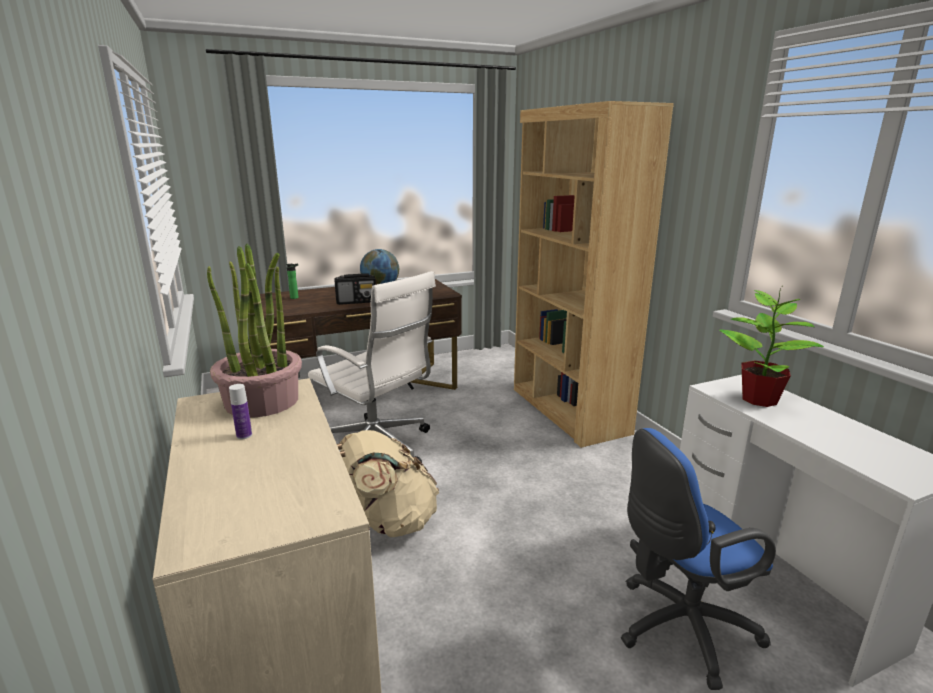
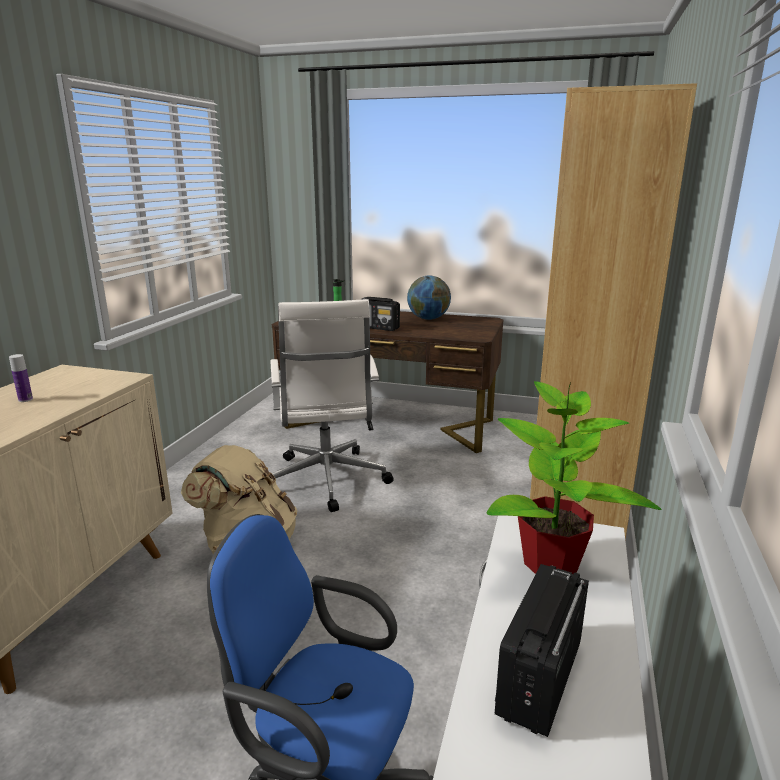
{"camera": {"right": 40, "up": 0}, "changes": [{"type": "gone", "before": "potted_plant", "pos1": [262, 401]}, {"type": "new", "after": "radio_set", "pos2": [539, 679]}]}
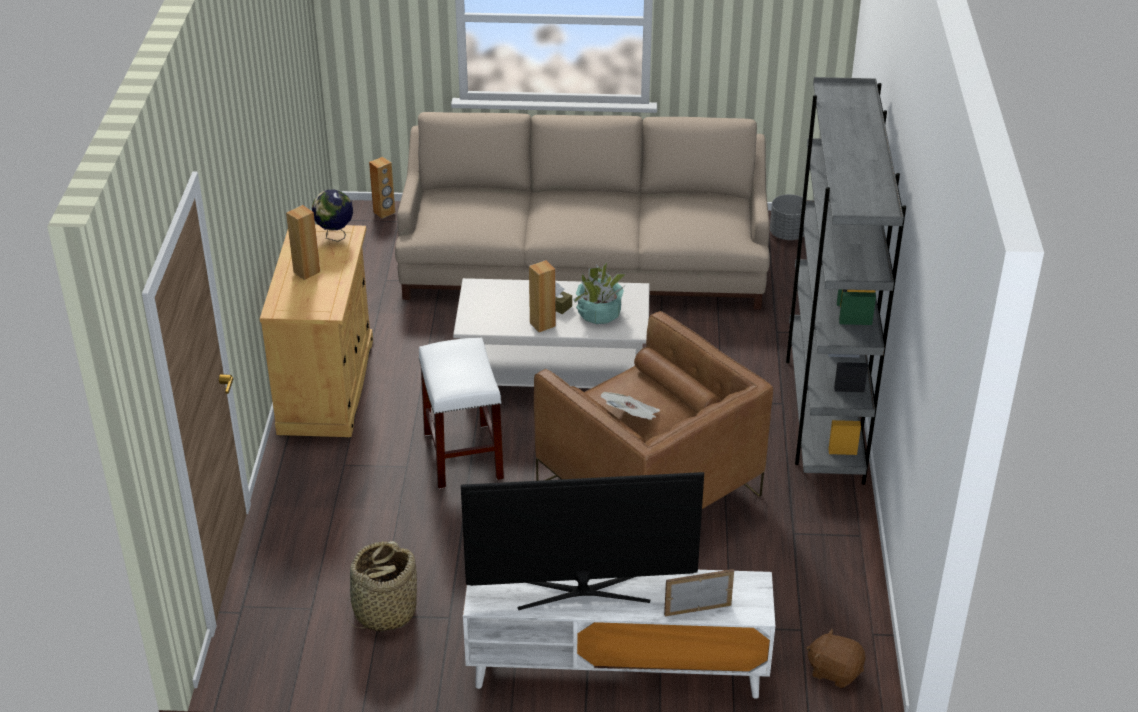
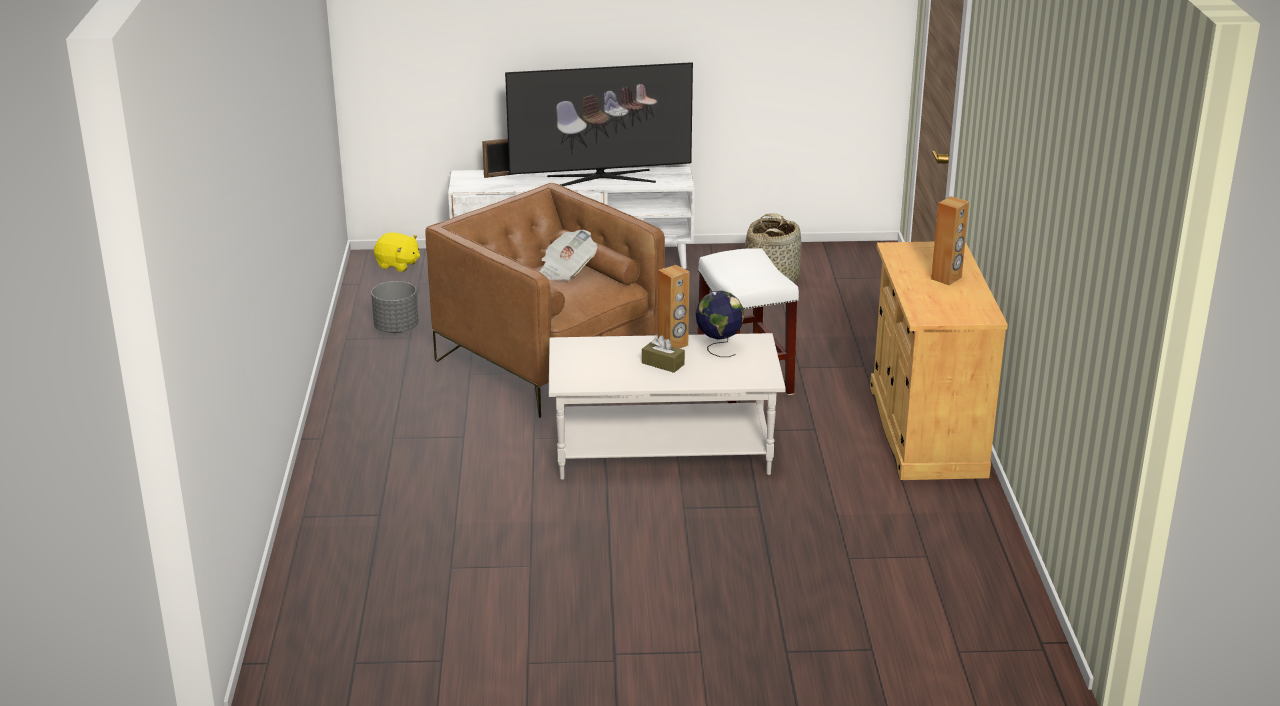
{"camera": {"right": 175, "up": -10}, "changes": [{"type": "gone", "before": "brown-coloured_loudspeaker", "pos1": [384, 212]}, {"type": "gone", "before": "beige_couch", "pos1": [584, 262]}, {"type": "gone", "before": "potted_plant", "pos1": [599, 313]}, {"type": "gone", "before": "gray_bookshelf", "pos1": [823, 412]}, {"type": "shifted", "before": "world_globe", "pos1": [335, 236], "pos2": [719, 348]}, {"type": "shifted", "before": "gray_plant_pot", "pos1": [788, 234], "pos2": [396, 328]}, {"type": "repainted", "before": "brown-coloured_cuddly_toy", "after": "yellow-coloured_cuddly_toy", "pos1": [834, 671], "pos2": [398, 265]}]}
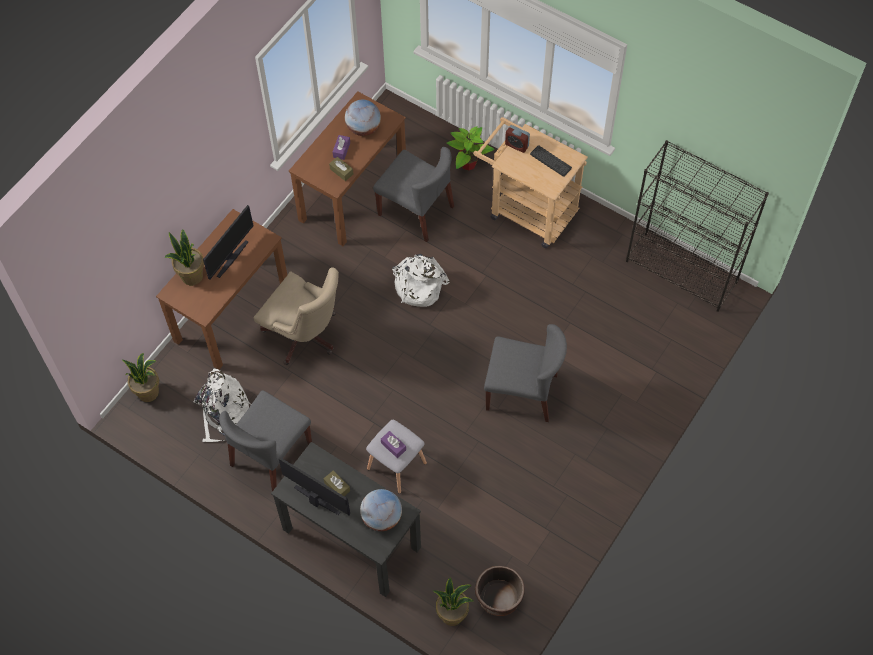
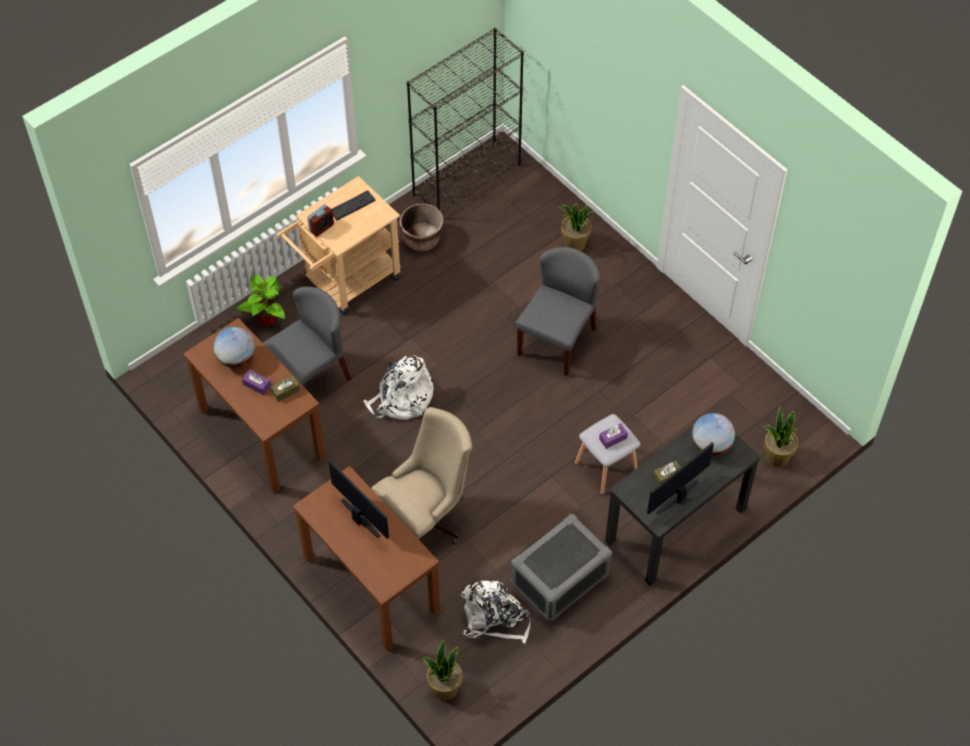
{"camera": {"right": -75, "up": -5}, "changes": [{"type": "shifted", "before": "potted_plant", "pos1": [191, 276], "pos2": [574, 244]}, {"type": "shifted", "before": "brown-coloured_plant_pot", "pos1": [499, 598], "pos2": [422, 239]}, {"type": "swapped", "before": "gray_upright_chair", "after": "gray_storage_box", "pos1": [271, 454], "pos2": [560, 580]}]}
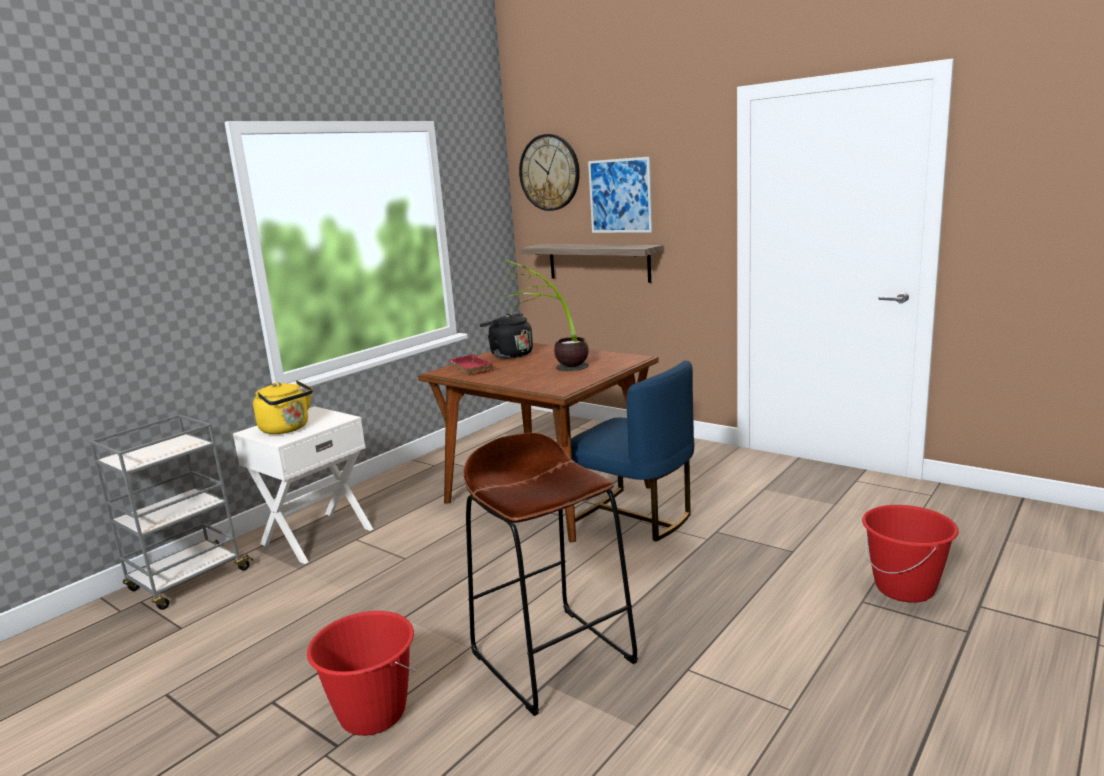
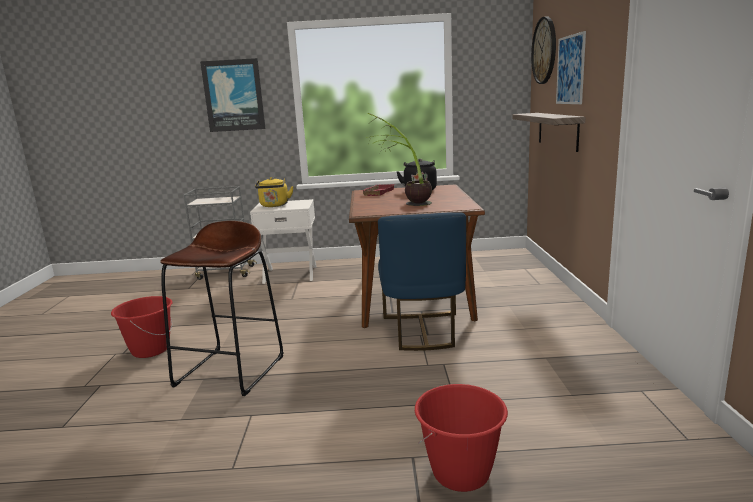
{"camera": {"right": 50, "up": 0}, "changes": [{"type": "new", "after": "picture", "pos2": [234, 95]}]}
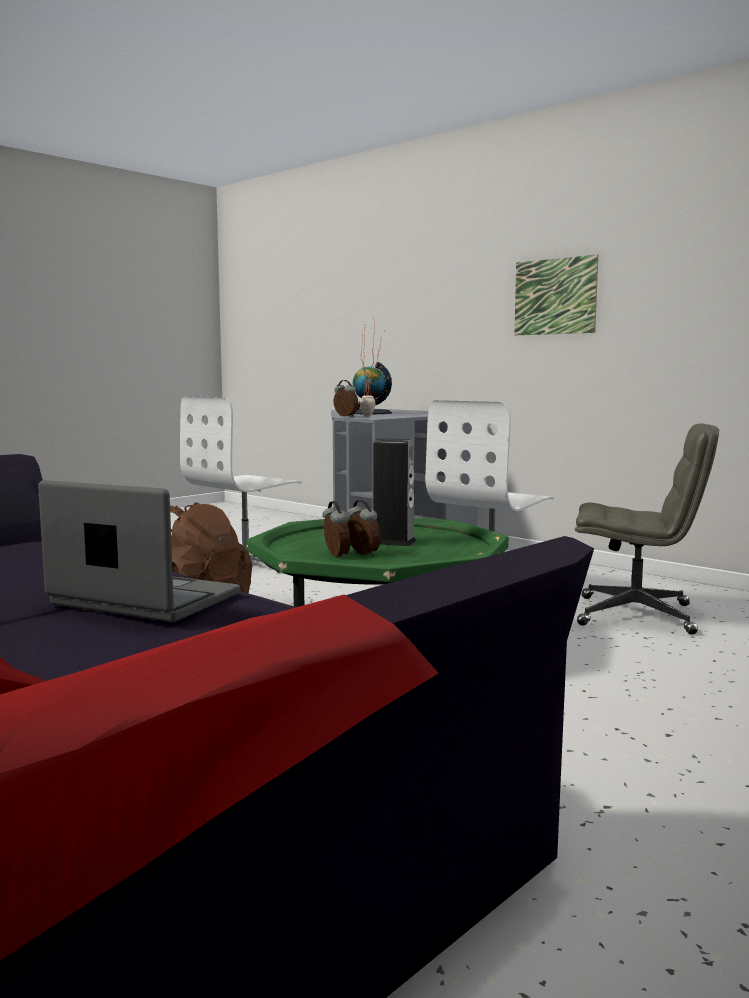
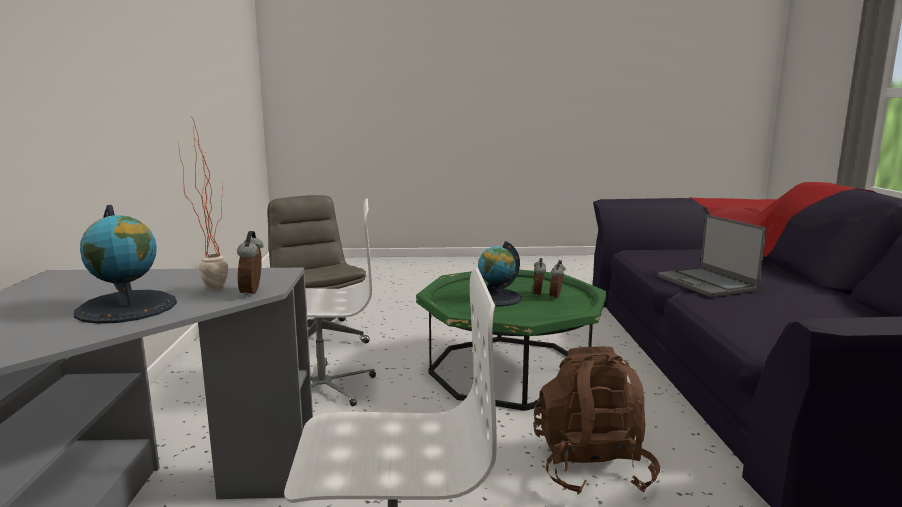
{"camera": {"right": -135, "up": 5}, "changes": [{"type": "gone", "before": "picture", "pos1": [555, 296]}, {"type": "swapped", "before": "loudspeaker", "after": "world_globe", "pos1": [393, 542], "pos2": [496, 298]}]}
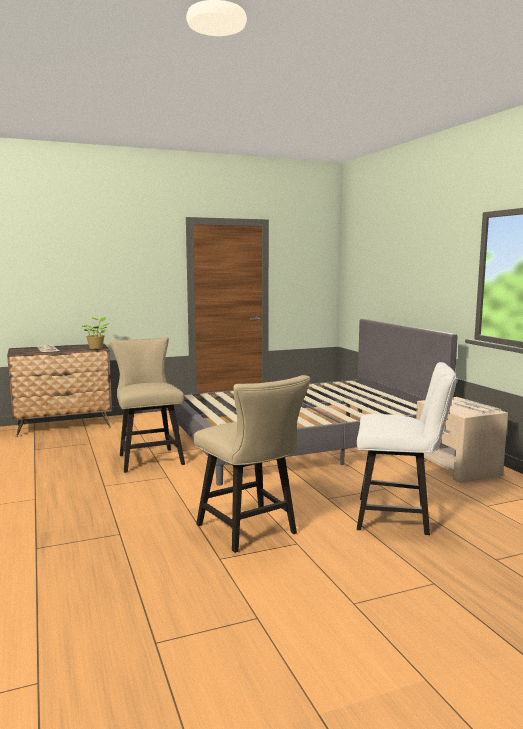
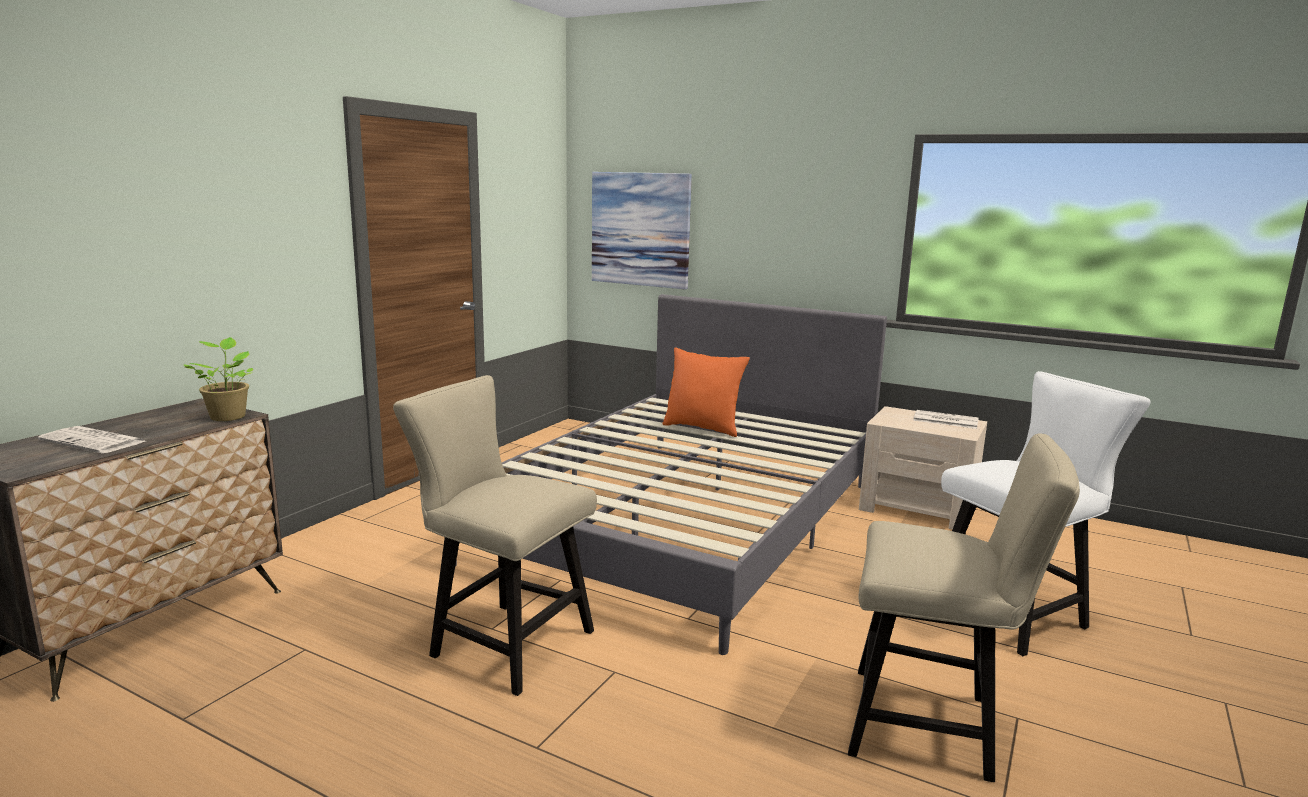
{"camera": {"right": -40, "up": 5}, "changes": [{"type": "new", "after": "picture", "pos2": [640, 229]}, {"type": "new", "after": "orange-coloured_throw_pillow", "pos2": [703, 428]}]}
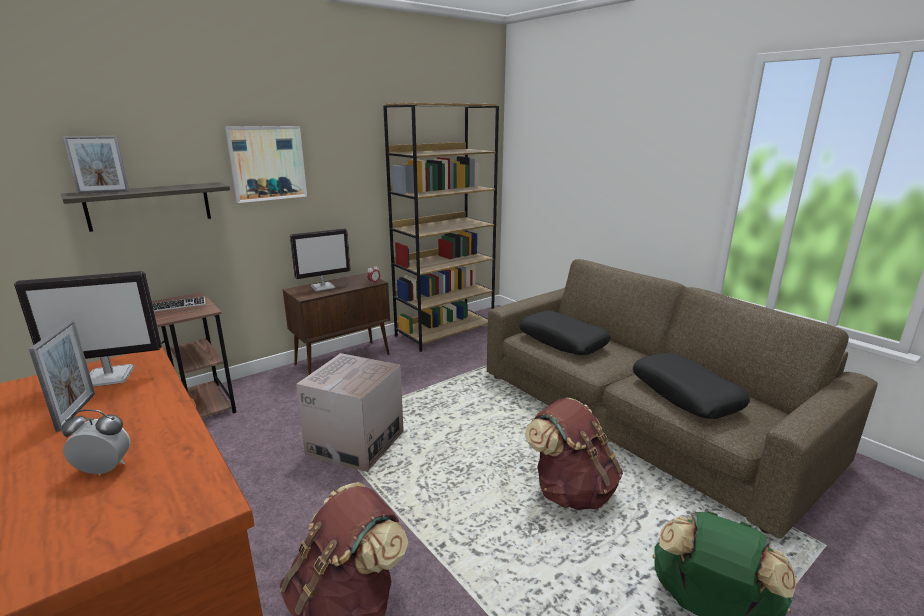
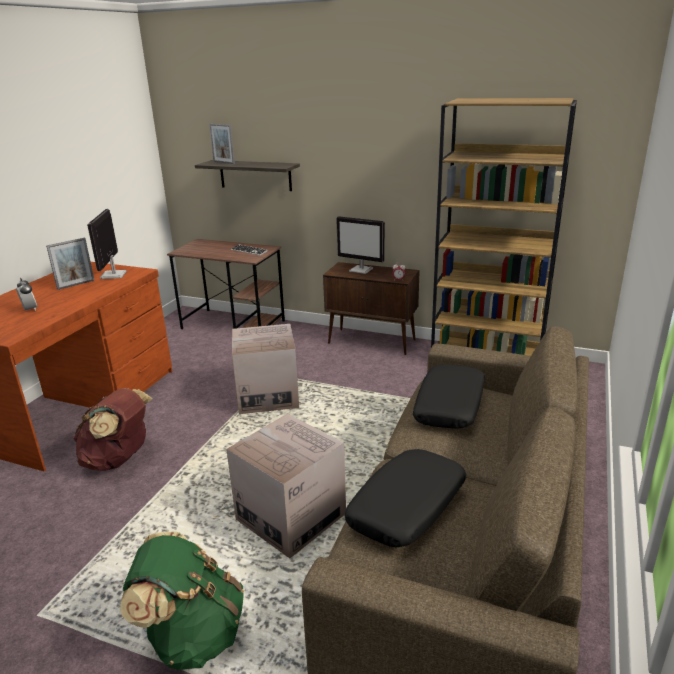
{"camera": {"right": 60, "up": 5}, "changes": [{"type": "gone", "before": "picture", "pos1": [267, 163]}, {"type": "swapped", "before": "brown-coloured_rucksack", "after": "carton", "pos1": [571, 491], "pos2": [291, 516]}, {"type": "rotated", "before": "computer_screen", "pos1": [110, 376], "pos2": [113, 275], "turn": 45}]}
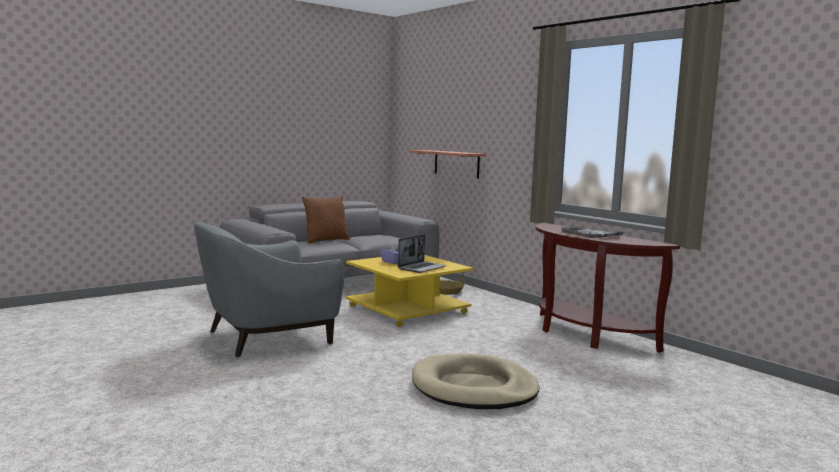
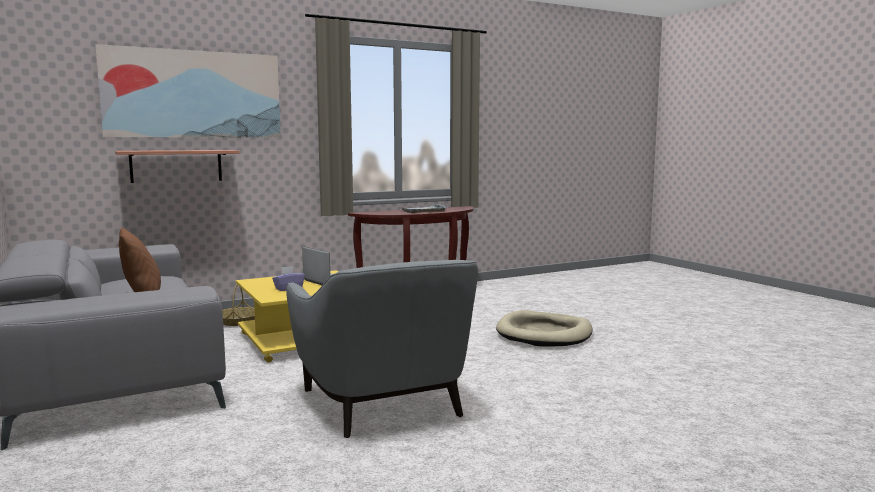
{"camera": {"right": -80, "up": 0}, "changes": [{"type": "new", "after": "picture", "pos2": [194, 94]}]}
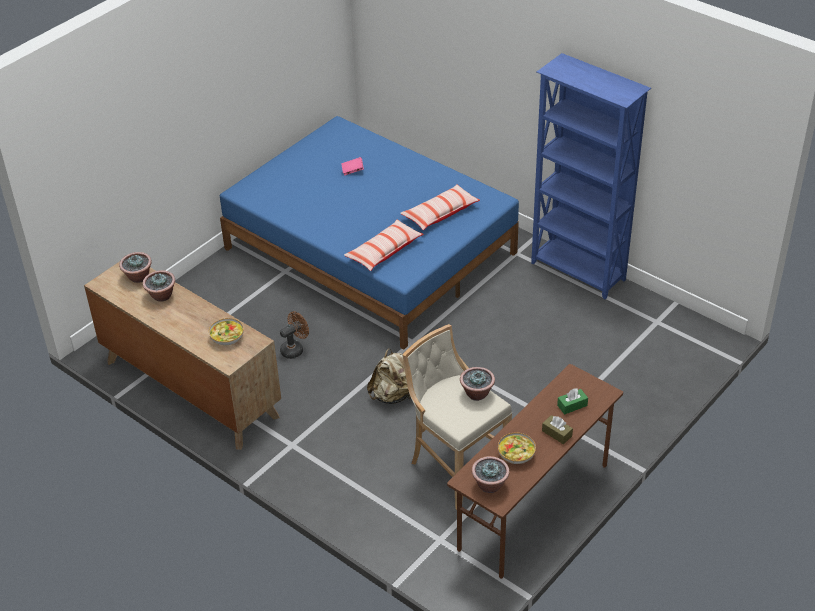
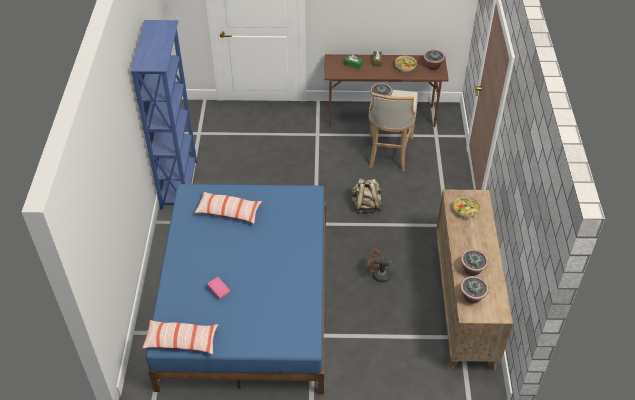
{"camera": {"right": -130, "up": 5}, "changes": [{"type": "shifted", "before": "throw_pillow", "pos1": [384, 251], "pos2": [181, 341]}]}
